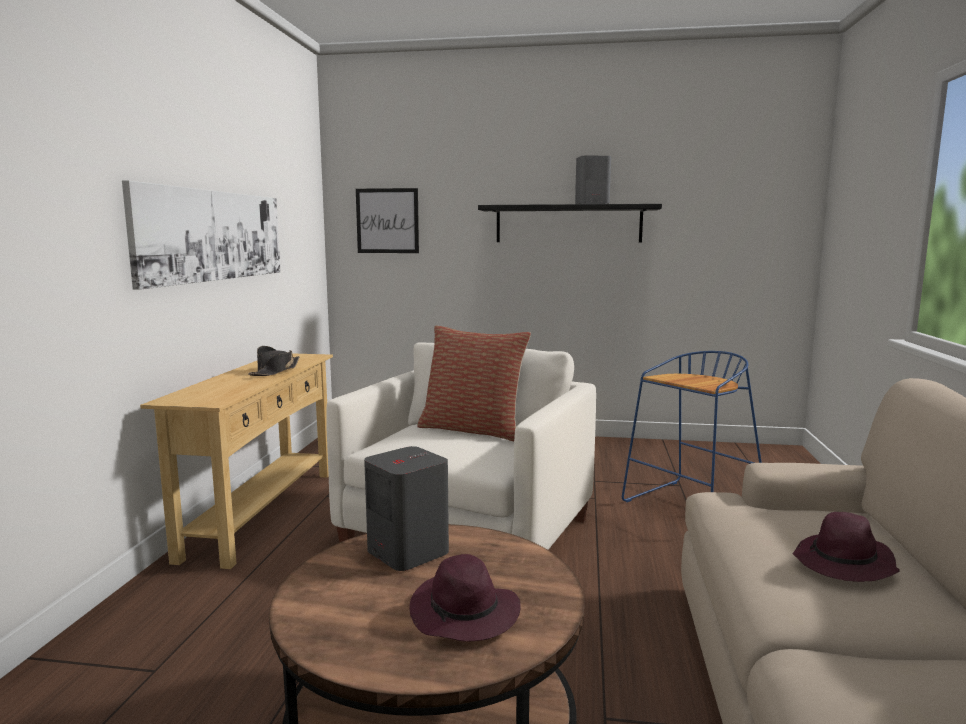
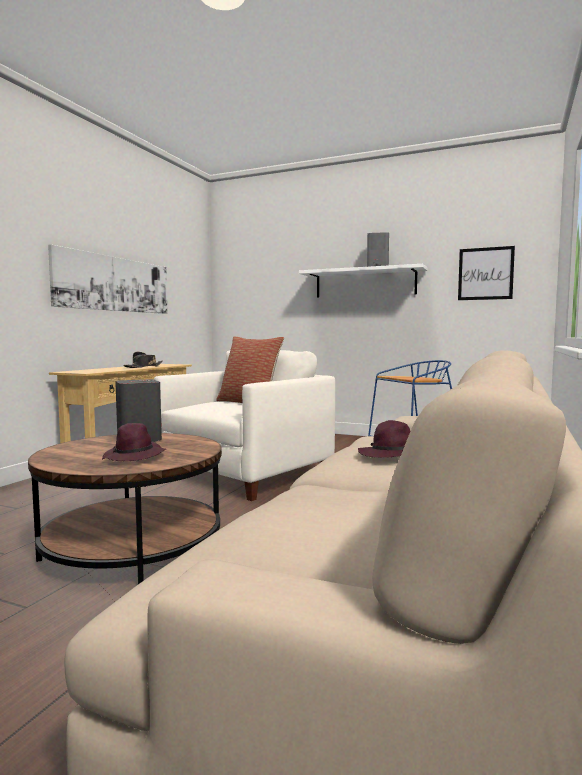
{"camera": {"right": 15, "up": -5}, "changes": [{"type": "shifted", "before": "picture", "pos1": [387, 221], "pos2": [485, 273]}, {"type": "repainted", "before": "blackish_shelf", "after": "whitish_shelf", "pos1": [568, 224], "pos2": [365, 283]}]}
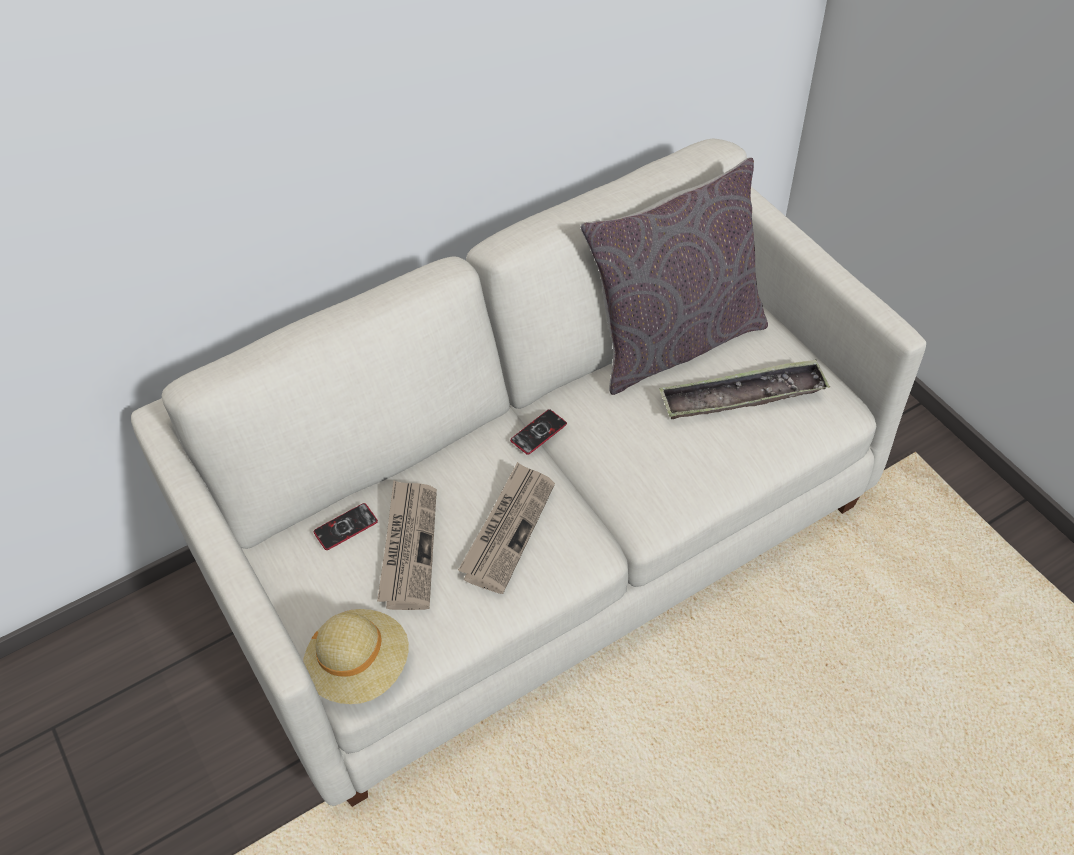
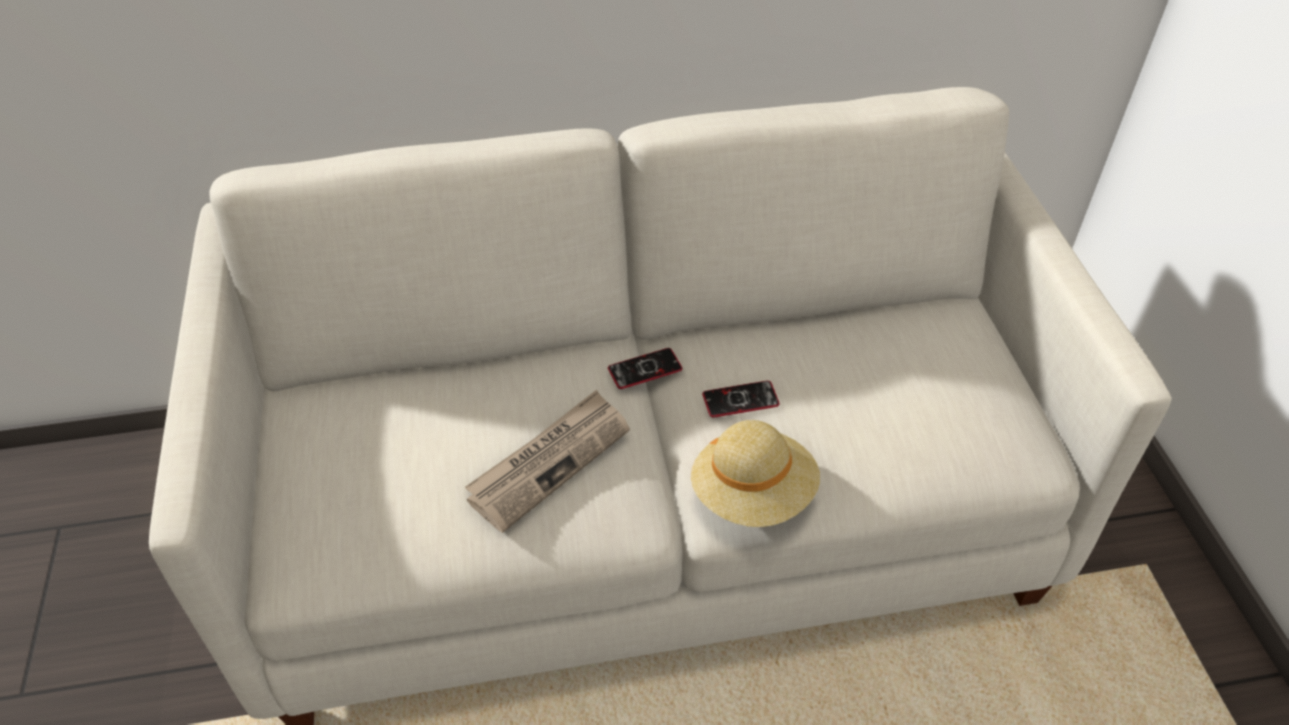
{"camera": {"right": 20, "up": -5}, "changes": [{"type": "gone", "before": "daily_paper", "pos1": [408, 546]}, {"type": "gone", "before": "gray_throw_pillow", "pos1": [673, 340]}, {"type": "gone", "before": "serving_tray", "pos1": [742, 396]}, {"type": "shifted", "before": "beige_clothing_hat", "pos1": [360, 667], "pos2": [753, 494]}, {"type": "shifted", "before": "phone", "pos1": [345, 527], "pos2": [740, 400]}]}
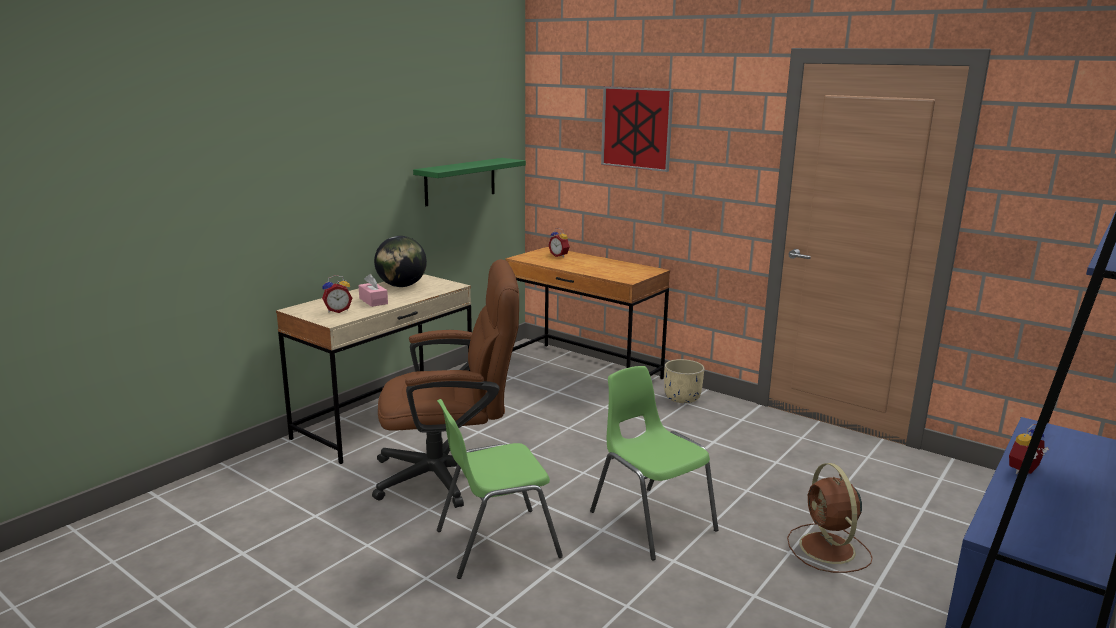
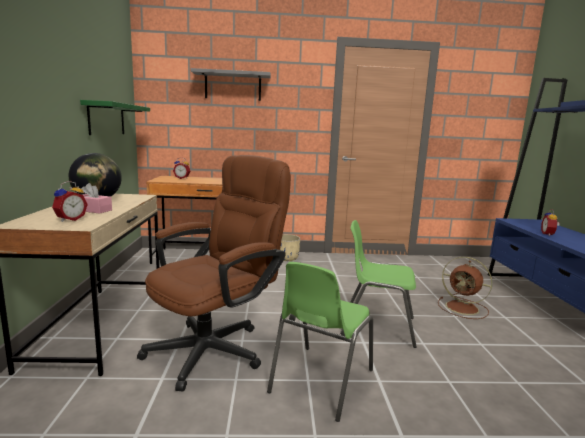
{"camera": {"right": -40, "up": -5}, "changes": [{"type": "swapped", "before": "picture", "after": "gray_shelf", "pos1": [636, 128], "pos2": [233, 86]}]}
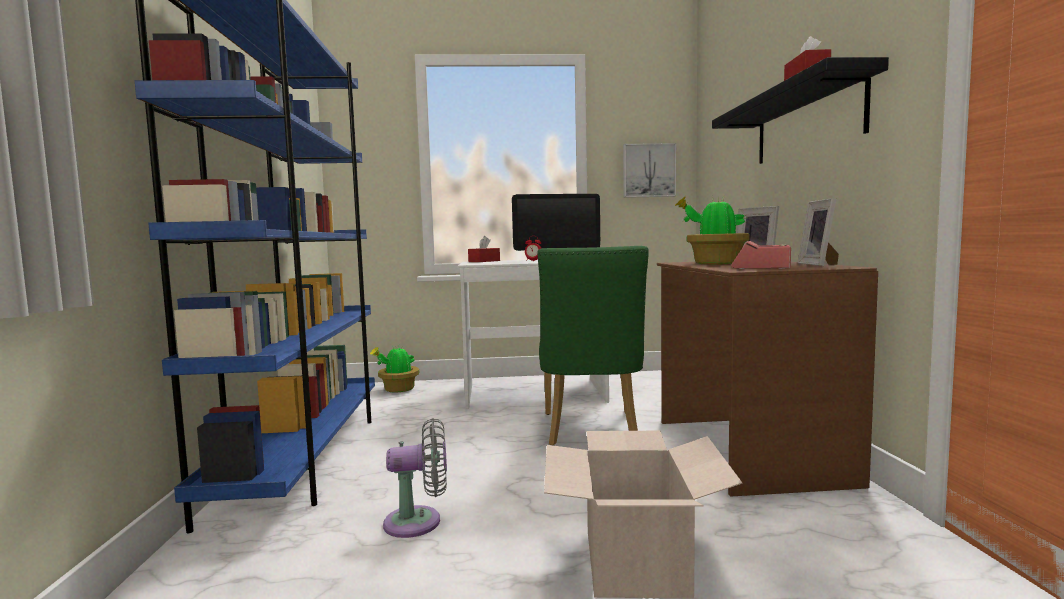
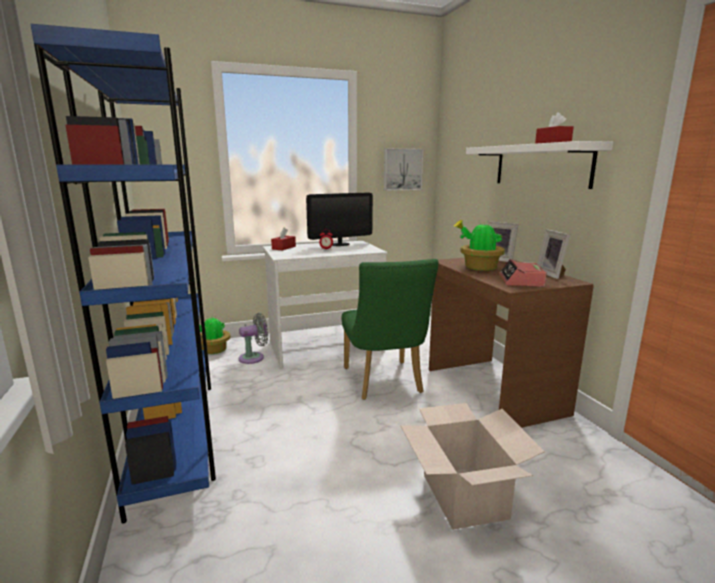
{"camera": {"right": -15, "up": 10}, "changes": [{"type": "shifted", "before": "gray_fan", "pos1": [419, 522], "pos2": [254, 358]}, {"type": "repainted", "before": "blackish_shelf", "after": "whitish_shelf", "pos1": [806, 123], "pos2": [541, 165]}]}
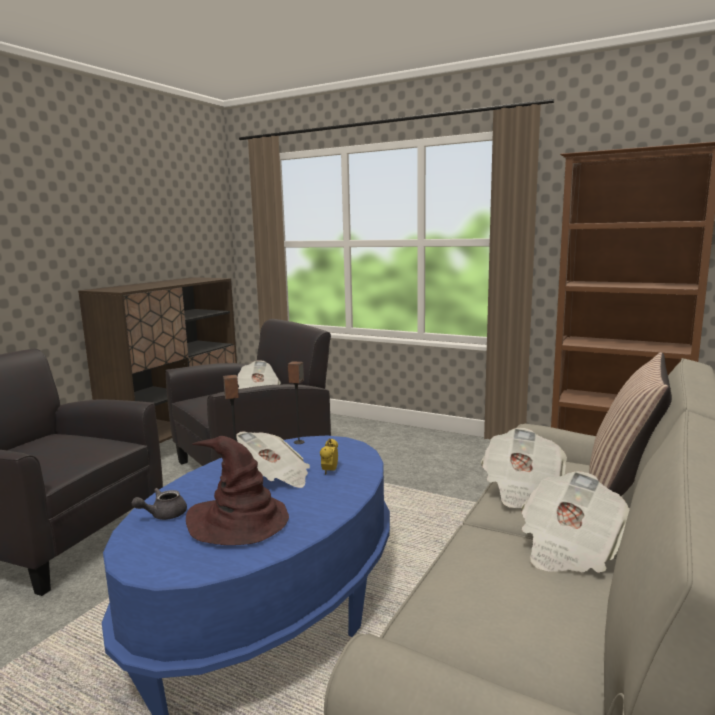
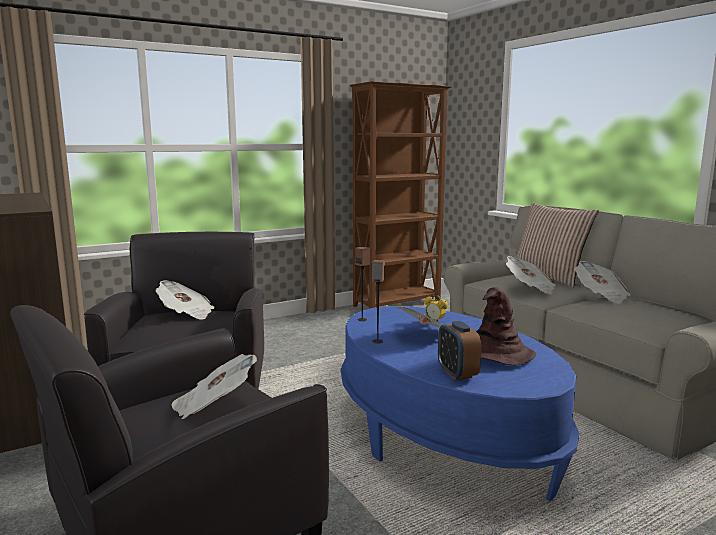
{"camera": {"right": -60, "up": 0}, "changes": [{"type": "new", "after": "daily_paper", "pos2": [213, 406]}, {"type": "swapped", "before": "gray_pot_for_tea", "after": "table_clock", "pos1": [163, 515], "pos2": [457, 373]}]}
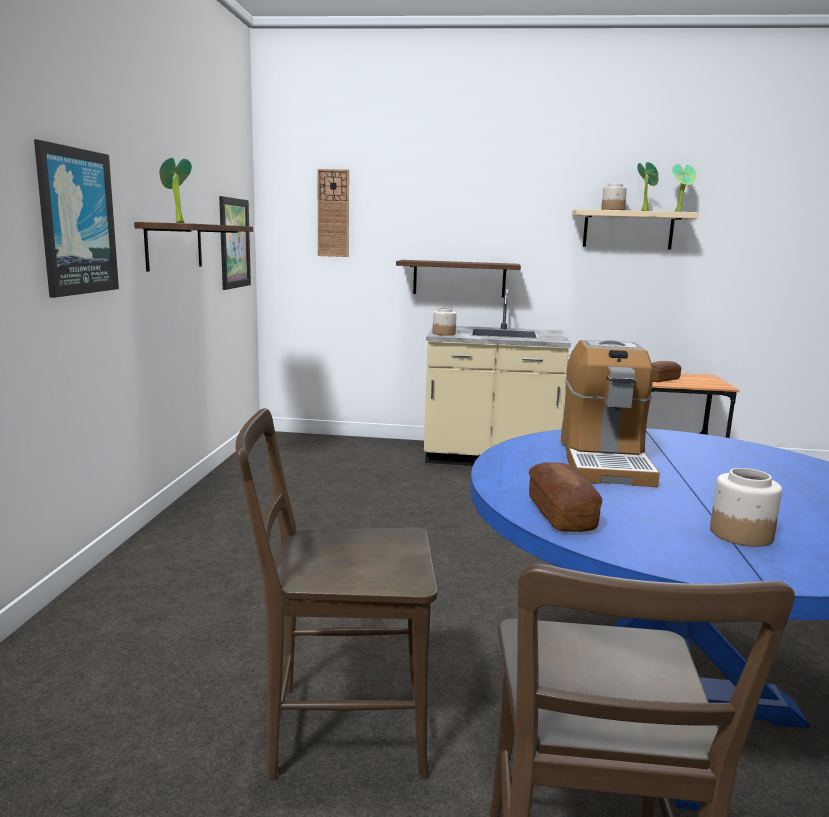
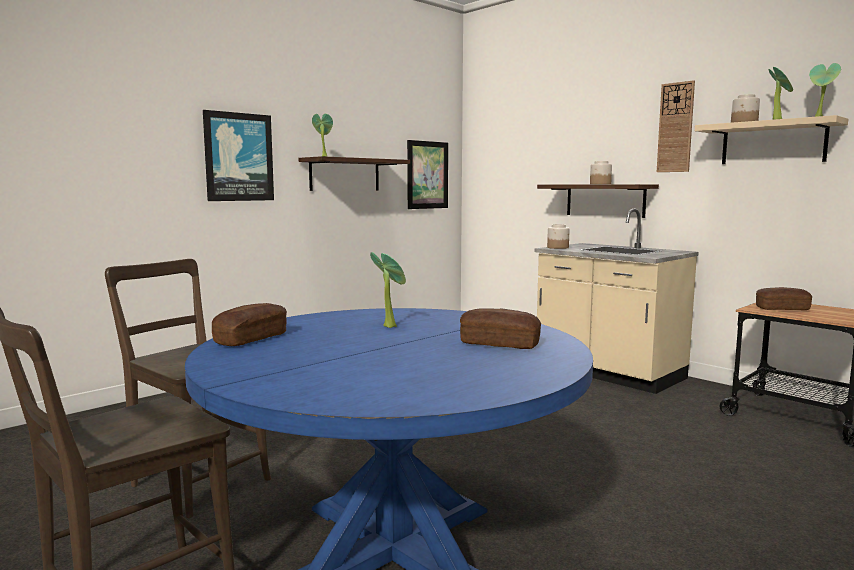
{"camera": {"right": 40, "up": -5}, "changes": [{"type": "new", "after": "bread", "pos2": [499, 344]}, {"type": "shifted", "before": "wall_clock", "pos1": [333, 213], "pos2": [675, 127]}, {"type": "shifted", "before": "jar", "pos1": [740, 534], "pos2": [600, 184]}, {"type": "swapped", "before": "coffee_machine", "after": "potted_plant", "pos1": [604, 461], "pos2": [390, 326]}]}
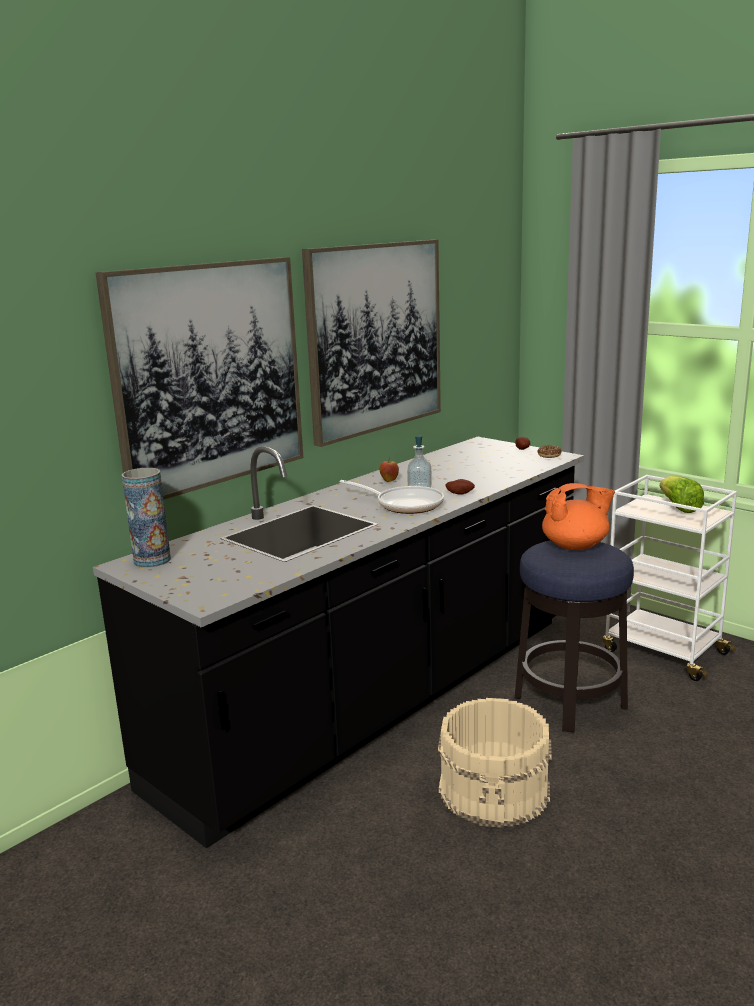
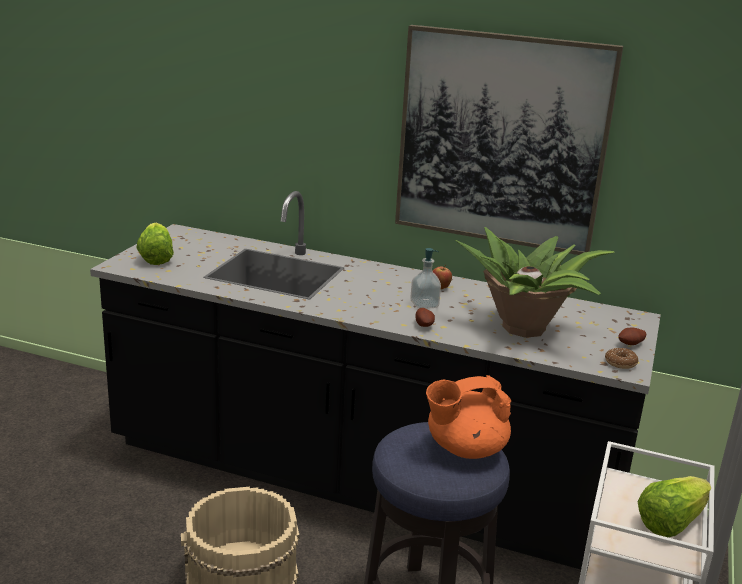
{"camera": {"right": 65, "up": 5}, "changes": [{"type": "gone", "before": "picture", "pos1": [208, 376]}, {"type": "gone", "before": "flower_vase", "pos1": [152, 560]}, {"type": "gone", "before": "pan", "pos1": [404, 504]}, {"type": "new", "after": "head_of_lettuce", "pos2": [156, 258]}, {"type": "new", "after": "potted_plant", "pos2": [525, 328]}, {"type": "rotated", "before": "orange-coloured_pot_for_tea", "pos1": [576, 546], "pos2": [464, 449], "turn": 105}]}
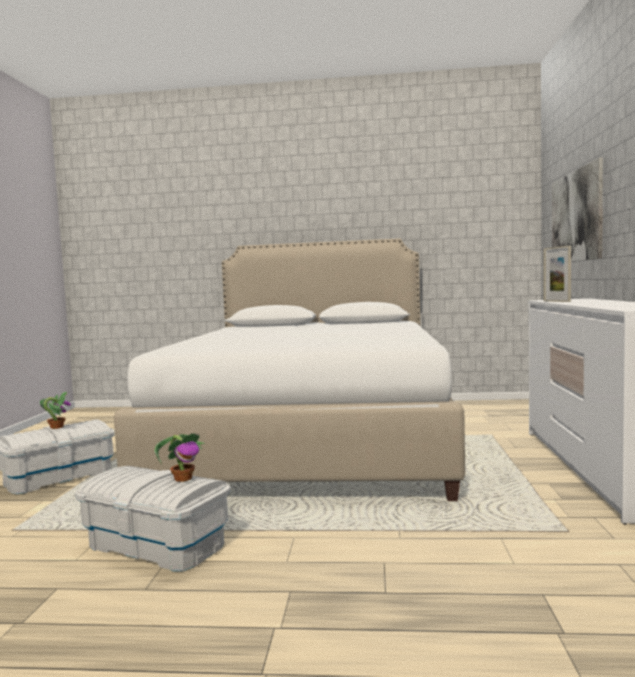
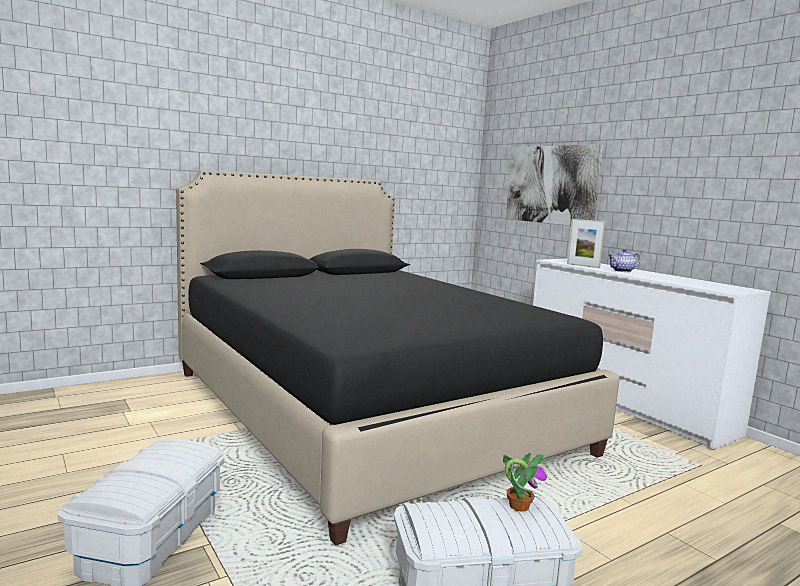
{"camera": {"right": -40, "up": 5}, "changes": [{"type": "gone", "before": "potted_plant", "pos1": [56, 427]}, {"type": "new", "after": "pot_for_tea", "pos2": [622, 271]}, {"type": "repainted", "before": "whitish_sleeping_bed", "after": "blackish_sleeping_bed", "pos1": [311, 439], "pos2": [365, 410]}]}
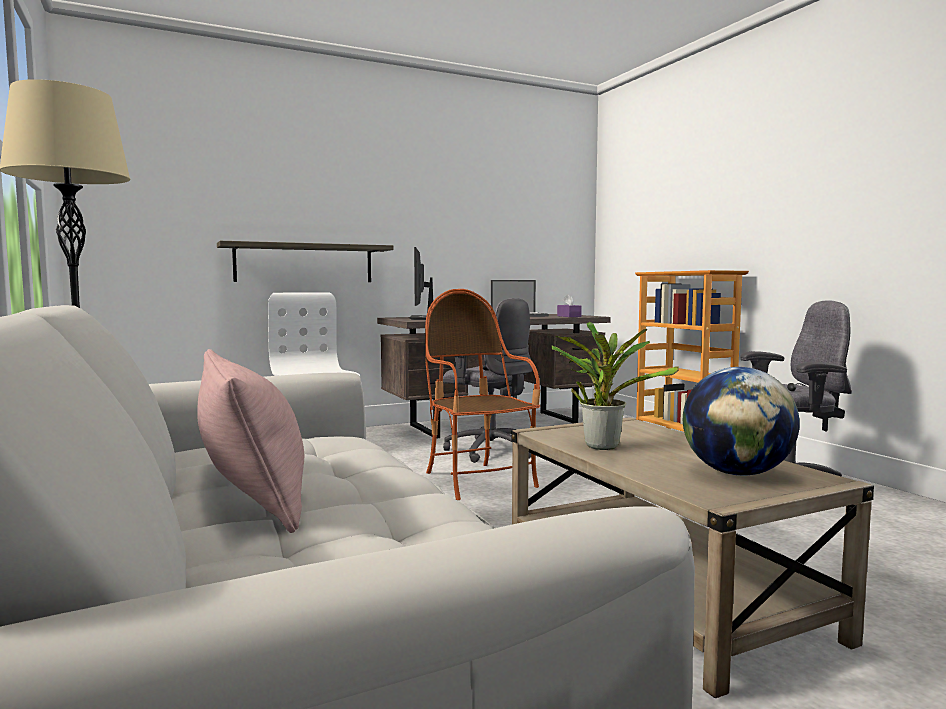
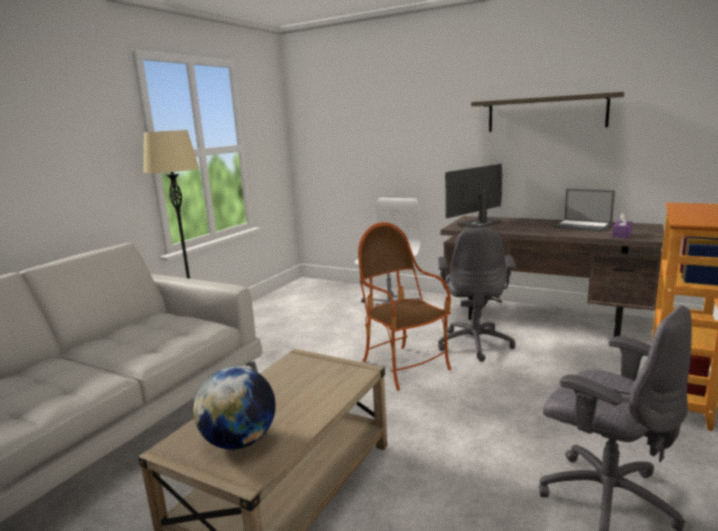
{"camera": {"right": 55, "up": 10}, "changes": [{"type": "gone", "before": "pinkish_throw_pillow", "pos1": [251, 492]}, {"type": "gone", "before": "potted_plant", "pos1": [601, 445]}, {"type": "shifted", "before": "shelf", "pos1": [304, 263], "pos2": [546, 113]}, {"type": "rotated", "before": "easy_chair", "pos1": [478, 481], "pos2": [405, 366], "turn": -60}]}
